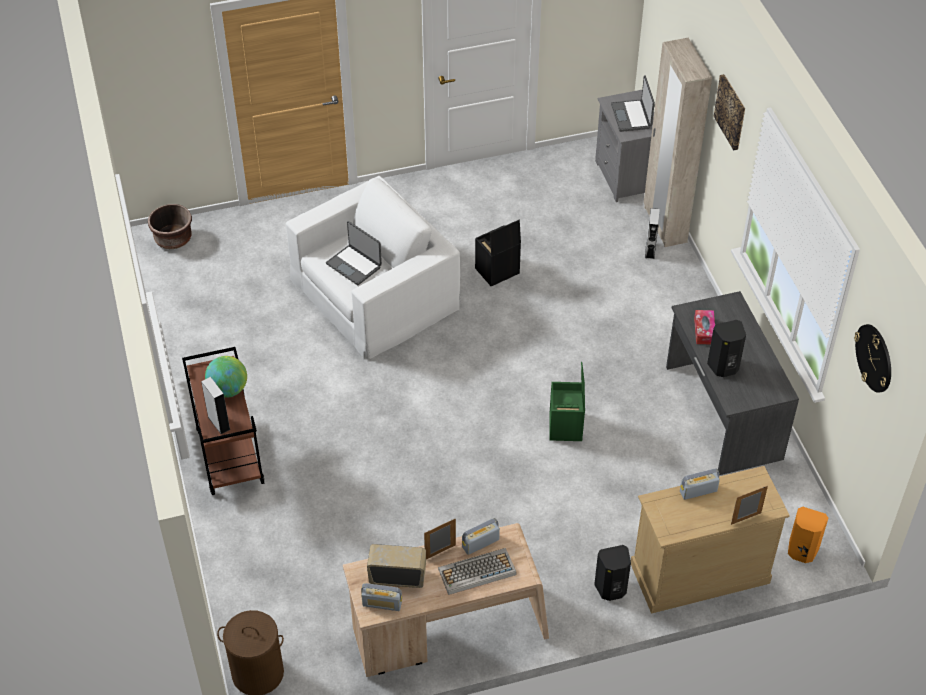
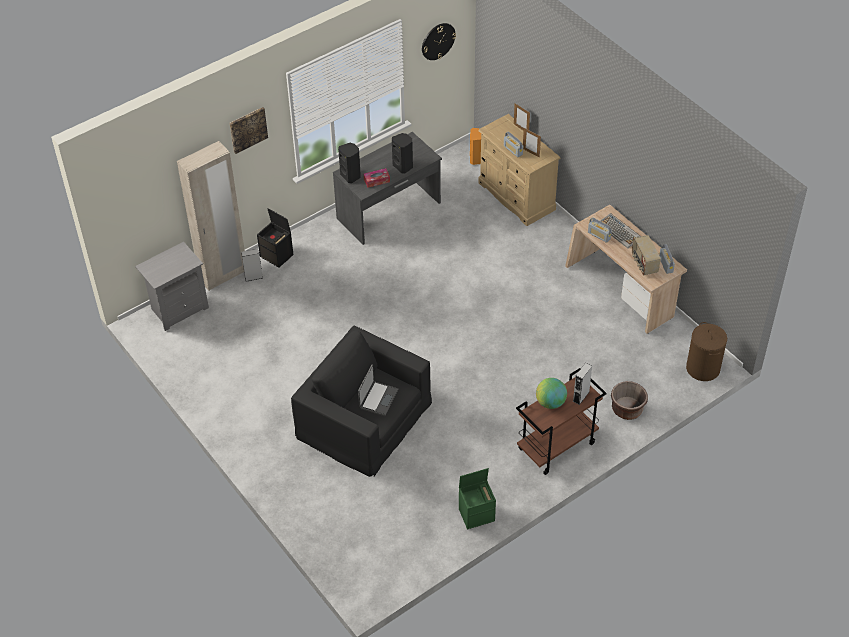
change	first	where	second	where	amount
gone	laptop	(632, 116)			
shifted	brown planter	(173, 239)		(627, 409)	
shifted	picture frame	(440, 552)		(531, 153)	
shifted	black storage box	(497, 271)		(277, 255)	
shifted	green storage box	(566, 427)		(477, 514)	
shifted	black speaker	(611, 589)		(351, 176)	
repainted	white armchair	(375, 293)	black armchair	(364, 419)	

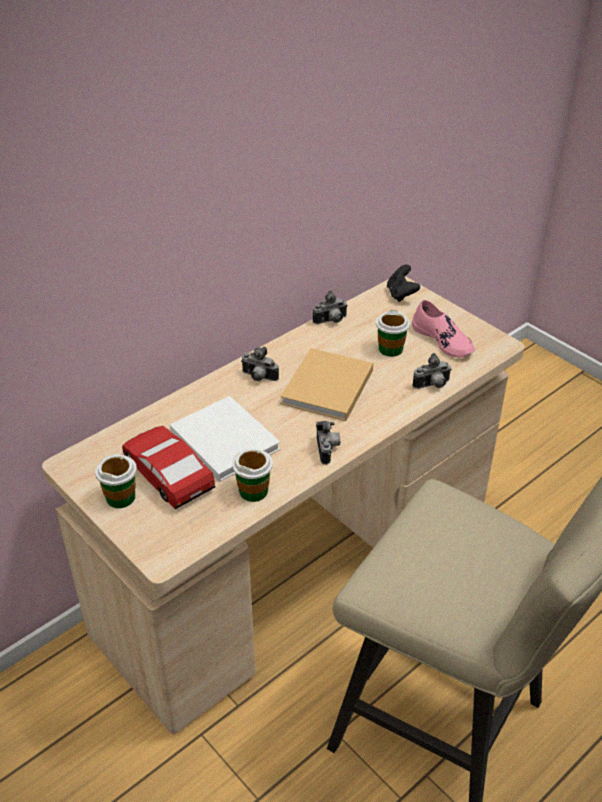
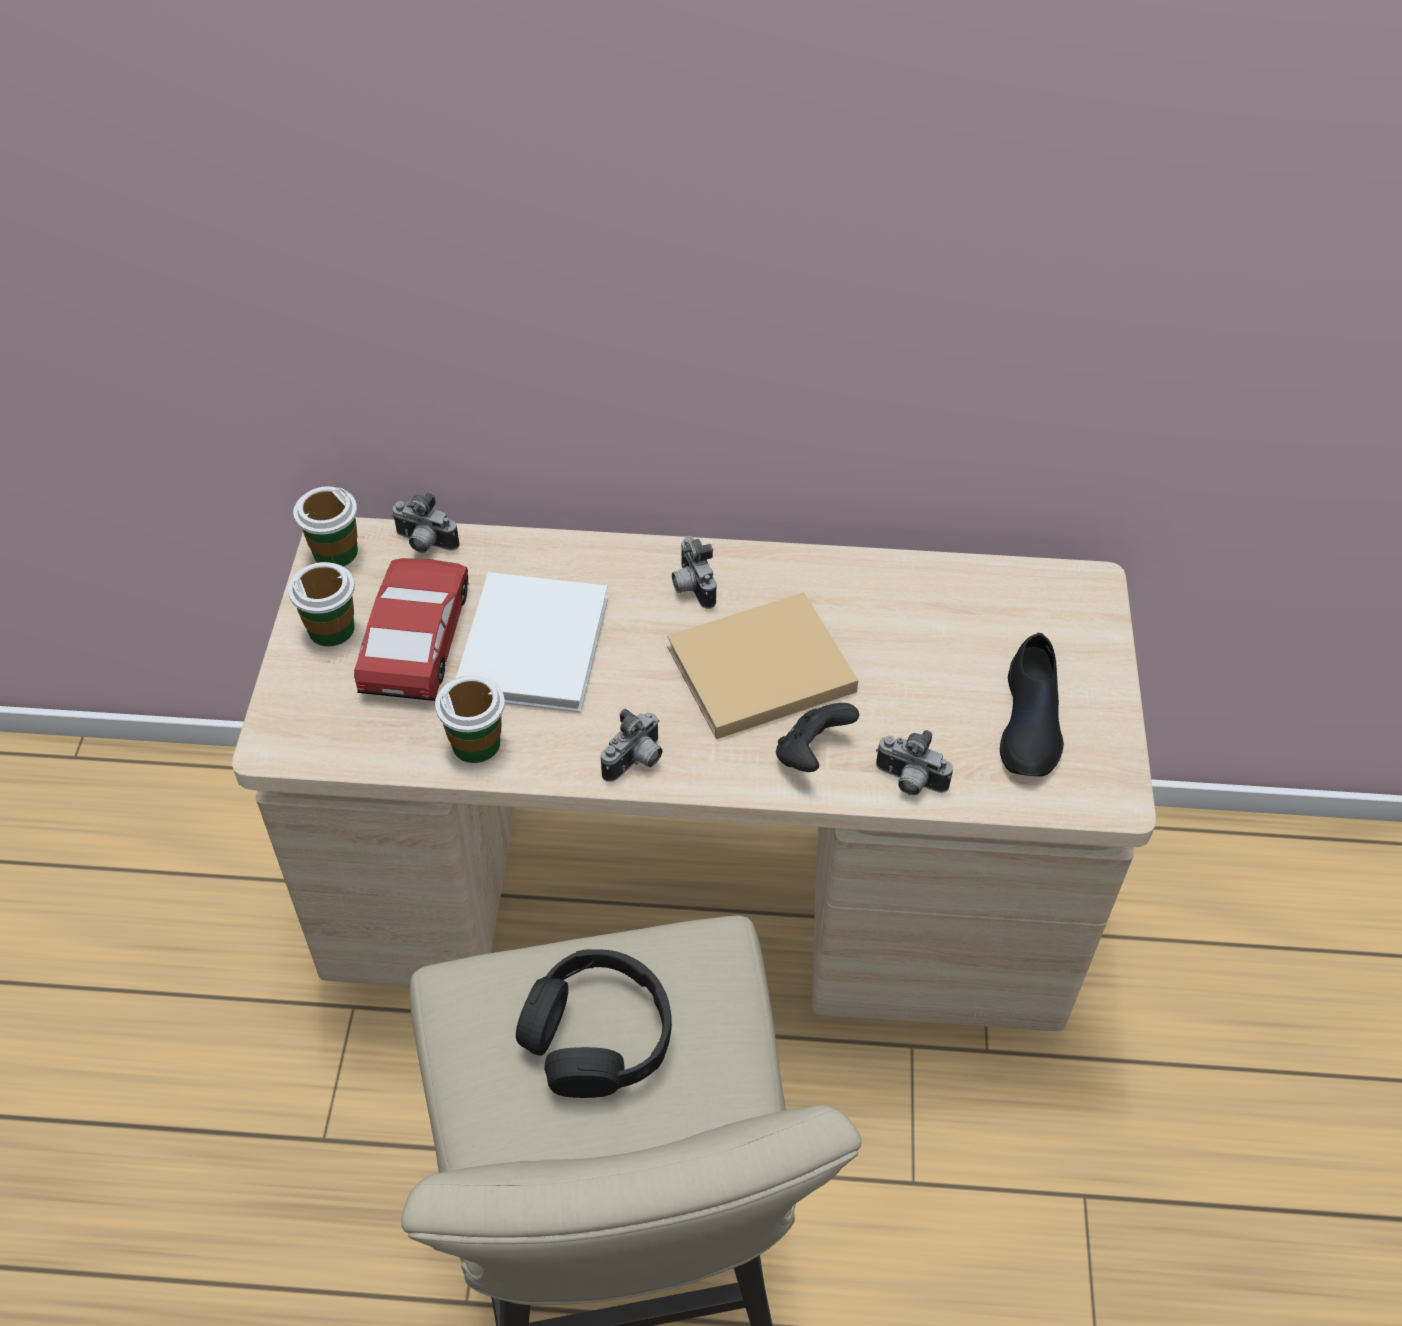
change	first	where	second	where	amount
new			black headphones	(597, 1035)	
shifted	photo camera	(331, 321)		(424, 544)	
shifted	cup	(390, 349)		(335, 552)	
shifted	black game controller	(401, 294)		(811, 753)	
repainted	pink shoe	(443, 340)	black shoe	(1030, 723)	

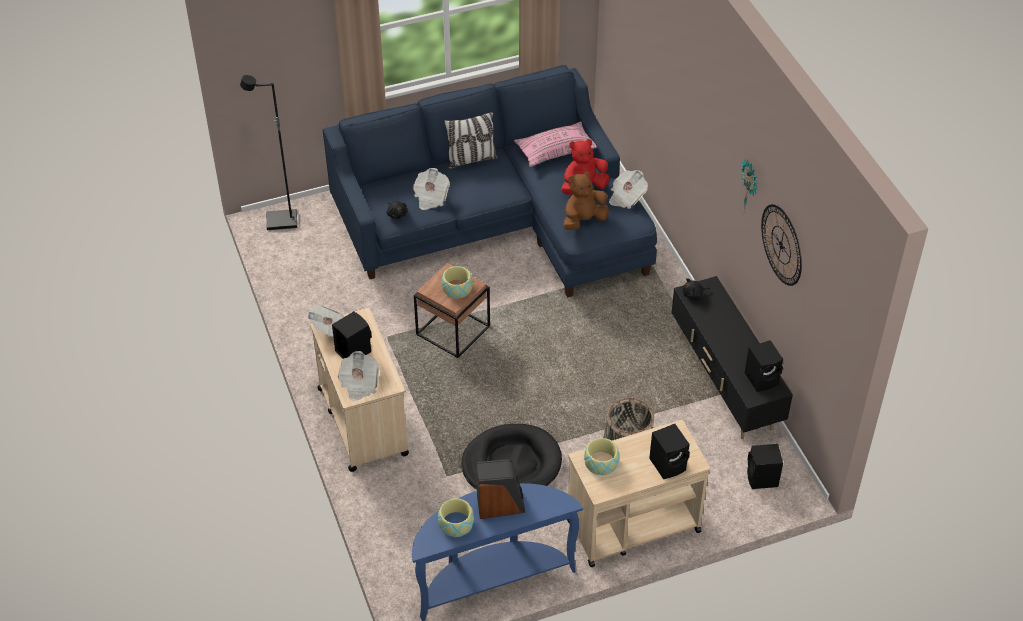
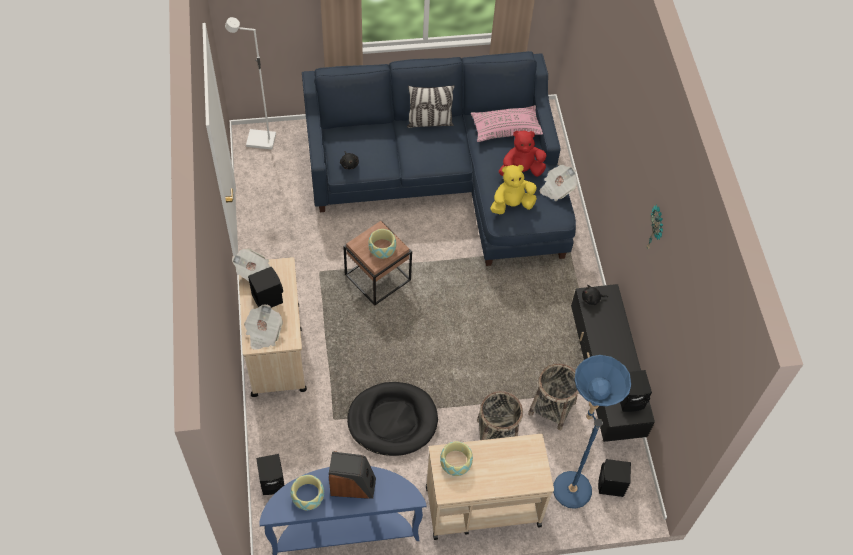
change	first	where	second	where	amount
gone	newspaper	(430, 197)			
gone	wall clock	(781, 245)			
new			basket	(552, 407)	
new			blue floor lamp	(567, 482)	
shifted	black speaker	(669, 464)		(273, 481)	
repainted	black floor lamp	(281, 222)	white floor lamp	(260, 141)	
repainted	brown plush toy	(583, 220)	yellow plush toy	(511, 204)	

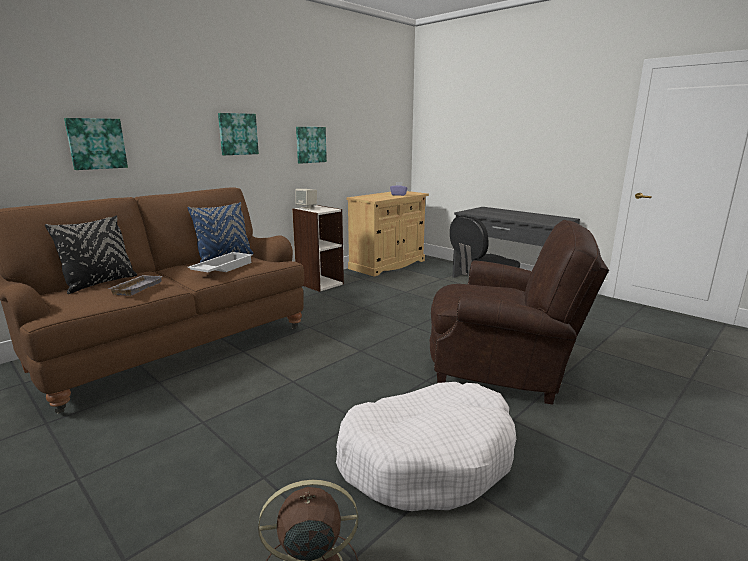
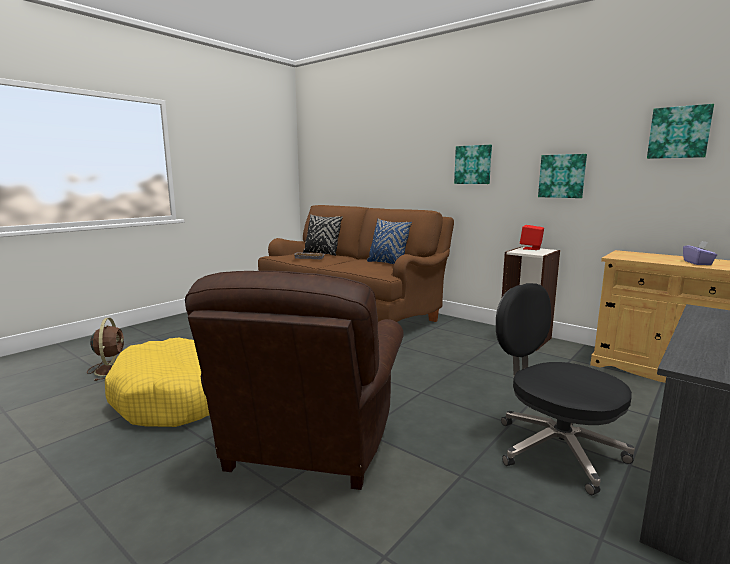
change	first	where	second	where	amount
gone	white tray	(222, 268)			
shifted	picture	(96, 143)		(679, 132)	
repainted	beige speaker	(307, 208)	red speaker	(531, 248)	
repainted	white dog bed	(427, 458)	yellow dog bed	(175, 398)	

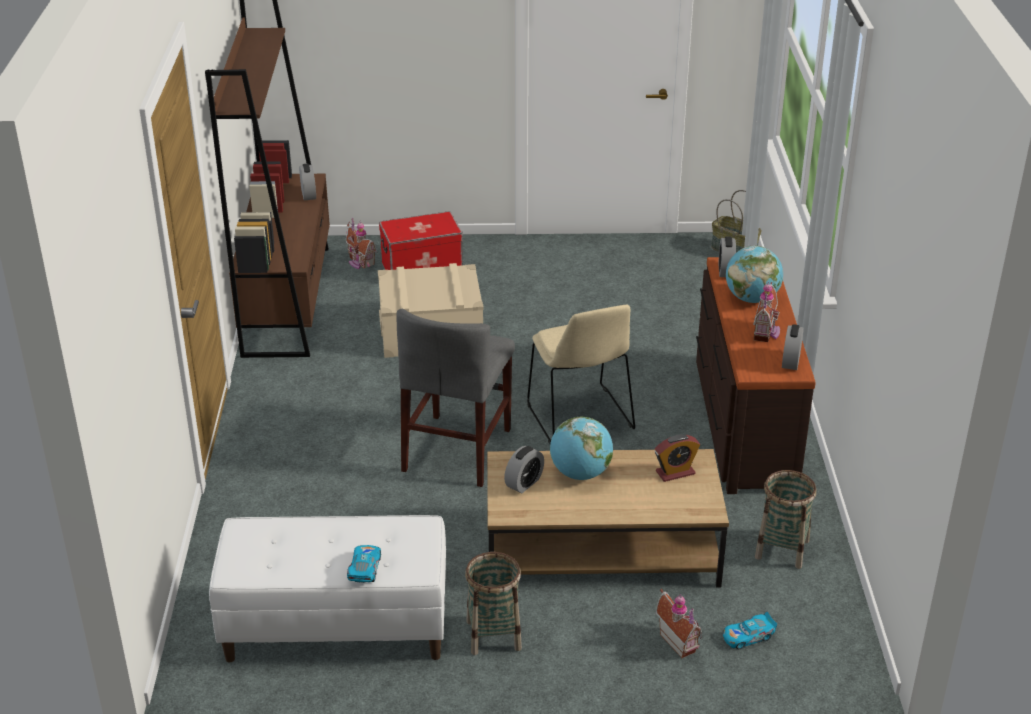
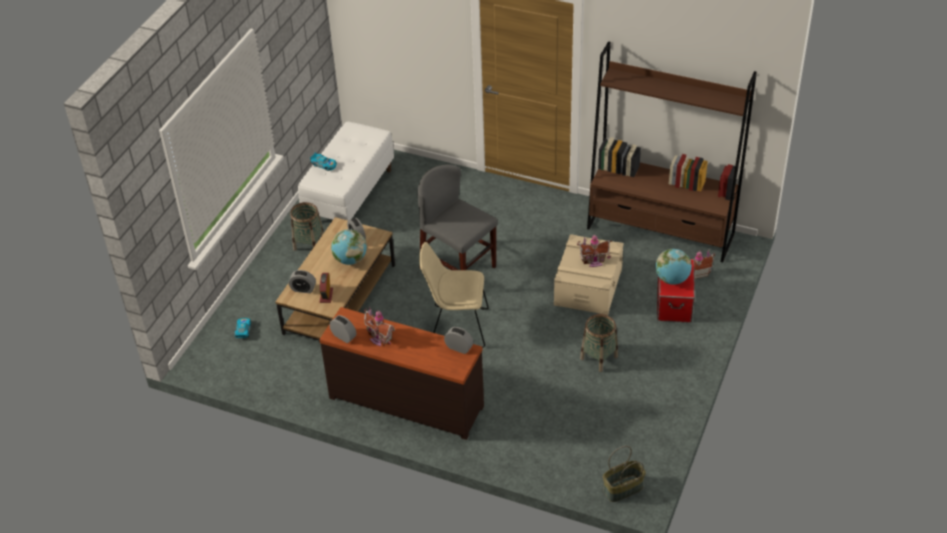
change	first	where	second	where	amount
shifted	alarm clock	(308, 194)		(303, 289)	
shifted	toy house	(680, 641)		(594, 261)	
shifted	globe	(751, 299)		(672, 279)	
shifted	basket	(782, 549)		(599, 358)	

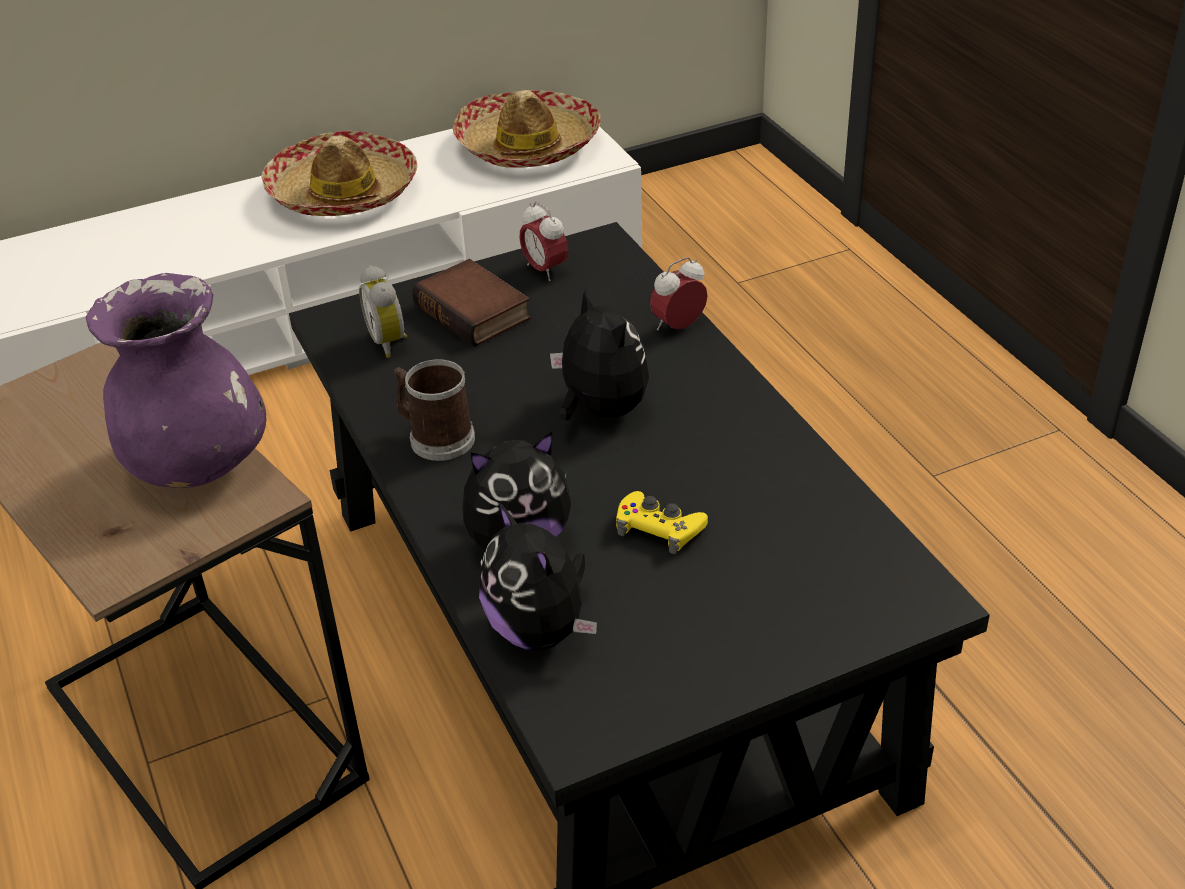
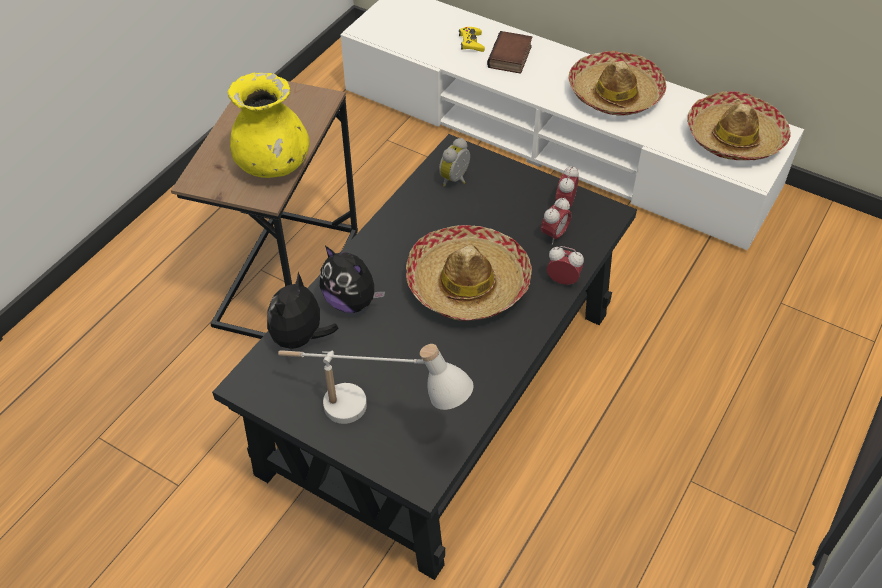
change	first	where	second	where	amount
gone	mug	(435, 437)			
new			white table lamp	(374, 417)	
new			alarm clock	(554, 235)	
shifted	book	(476, 312)		(511, 57)	
shifted	yellow game controller	(659, 528)		(471, 43)	
swapped	plush toy	(600, 410)	hat	(468, 283)	
repainted	purple vase	(197, 464)	yellow vase	(274, 166)	

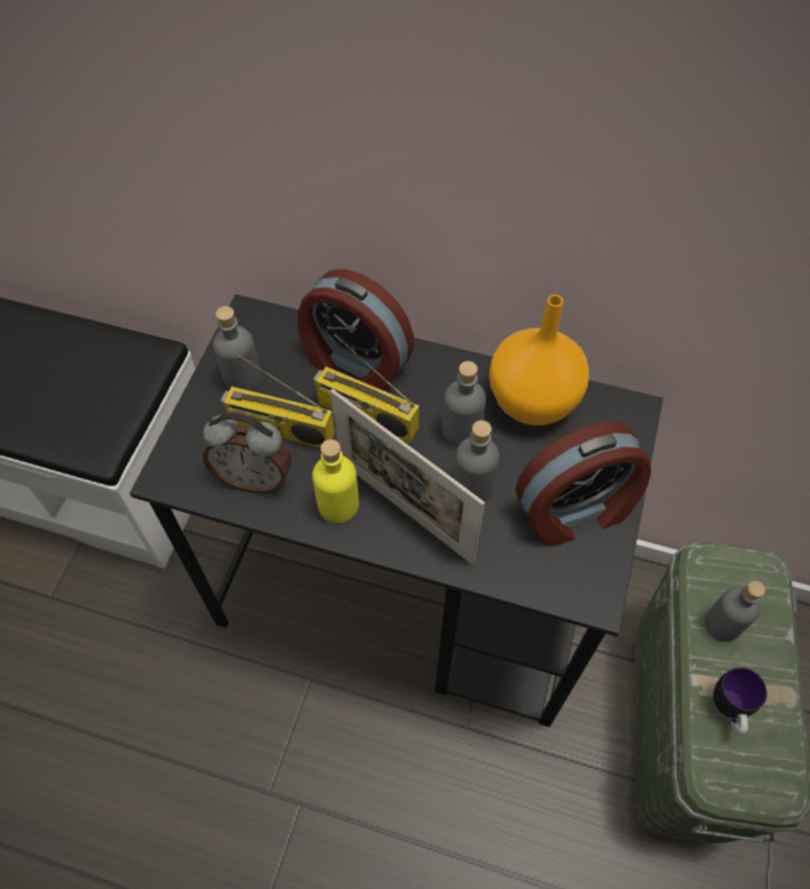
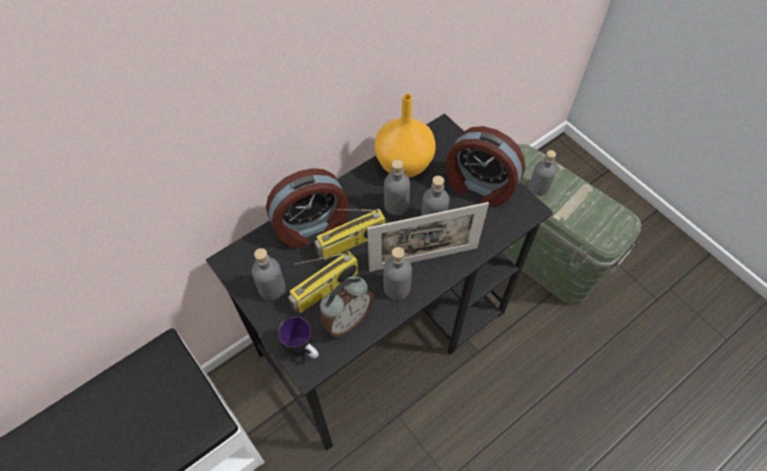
change	first	where	second	where	amount
shifted	mug	(728, 711)		(303, 350)	
repainted	yellow bottle	(338, 504)	grey bottle	(397, 288)	
rotated	alarm clock	(576, 510)		(479, 186)	105 degrees clockwise

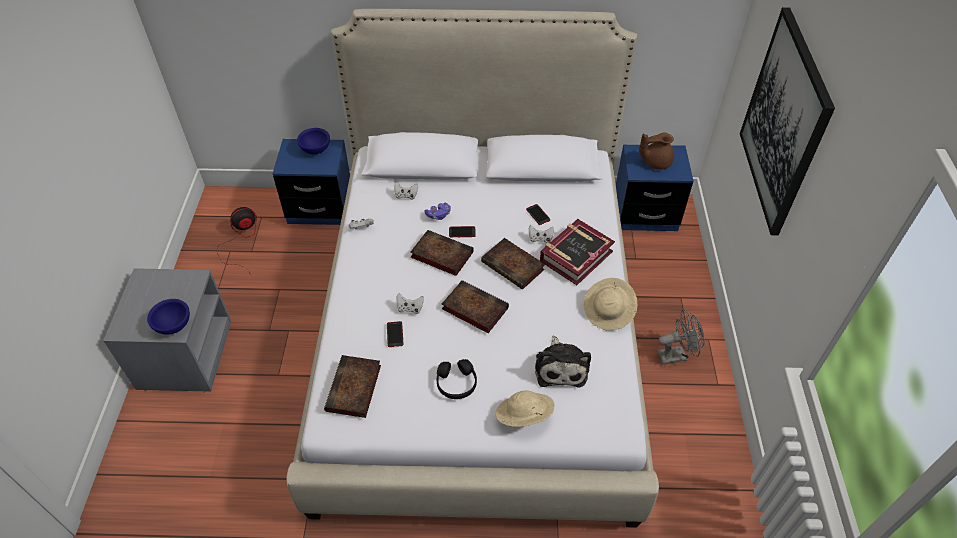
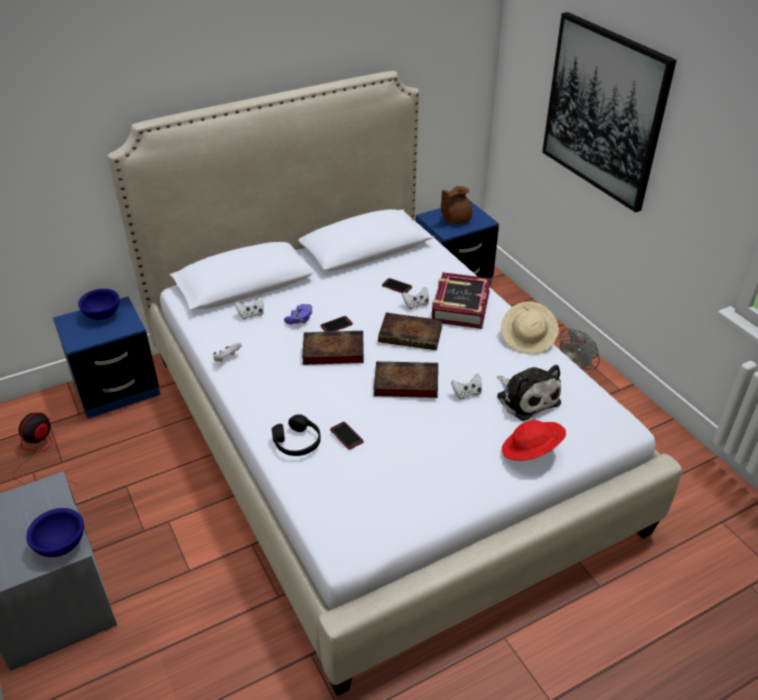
change	first	where	second	where	amount
gone	book	(354, 390)			
shifted	white game controller	(410, 308)		(467, 393)	
shifted	black headphones	(456, 383)		(297, 442)	
repainted	beige hat	(523, 416)	red hat	(531, 452)	

